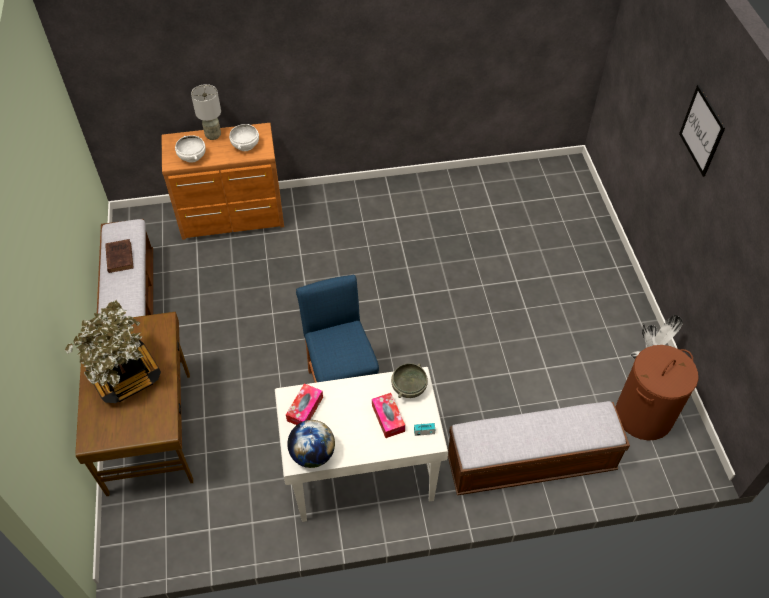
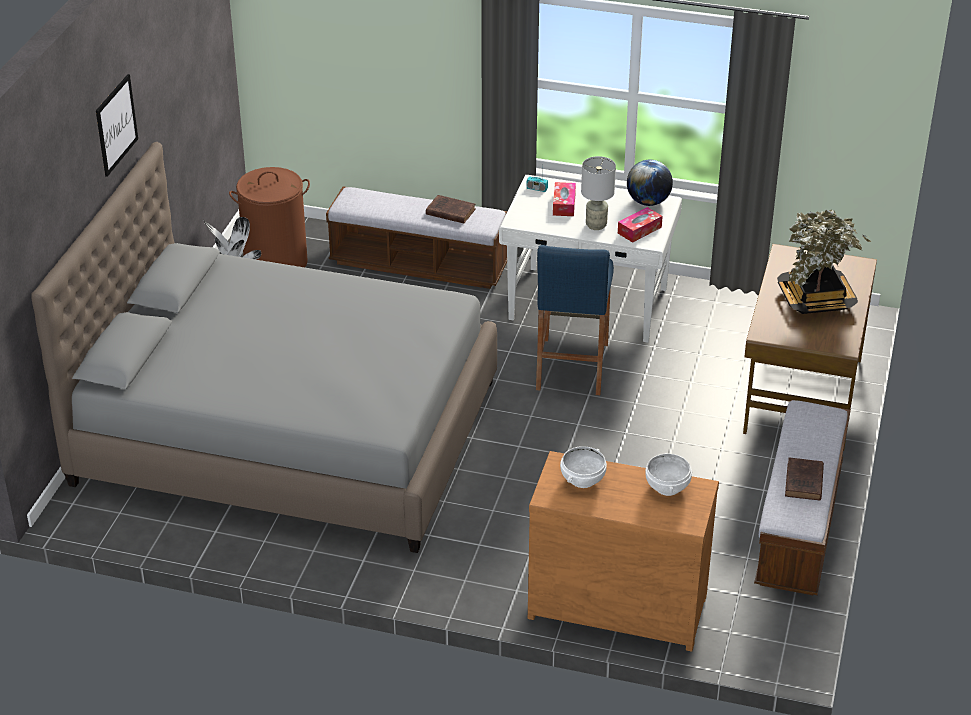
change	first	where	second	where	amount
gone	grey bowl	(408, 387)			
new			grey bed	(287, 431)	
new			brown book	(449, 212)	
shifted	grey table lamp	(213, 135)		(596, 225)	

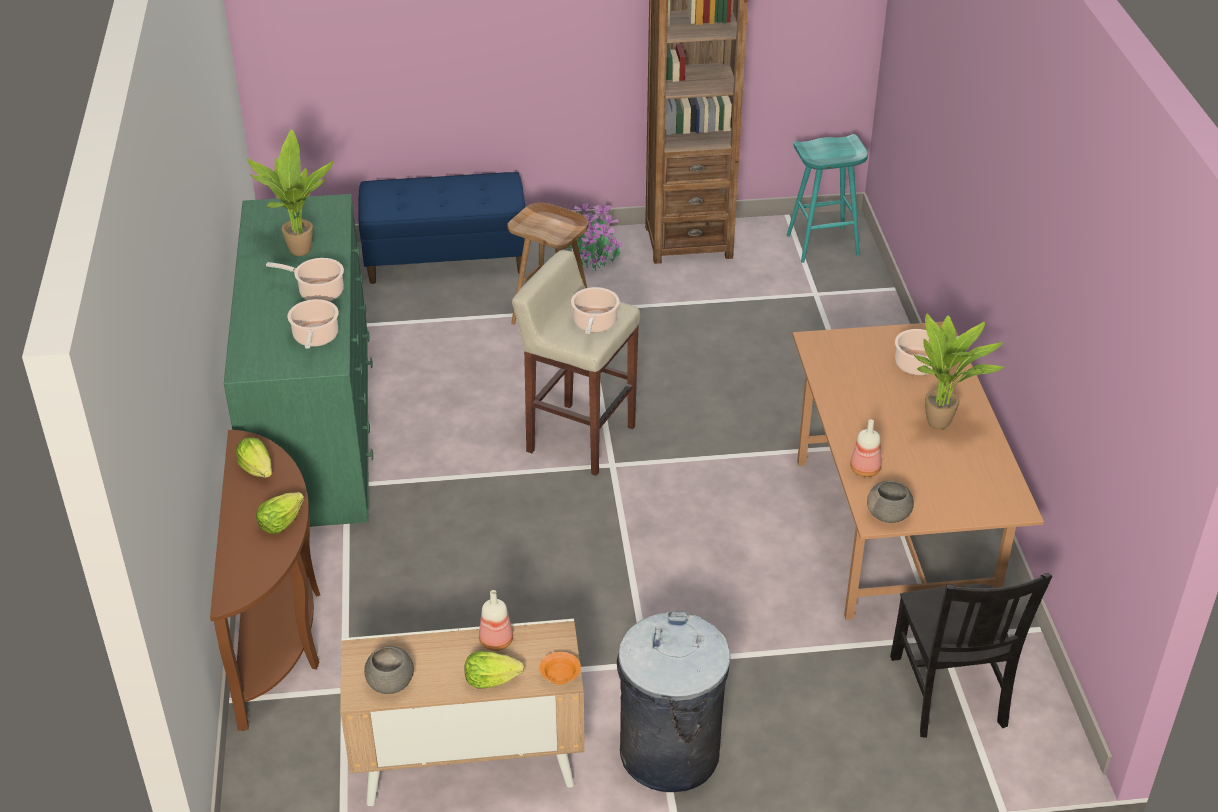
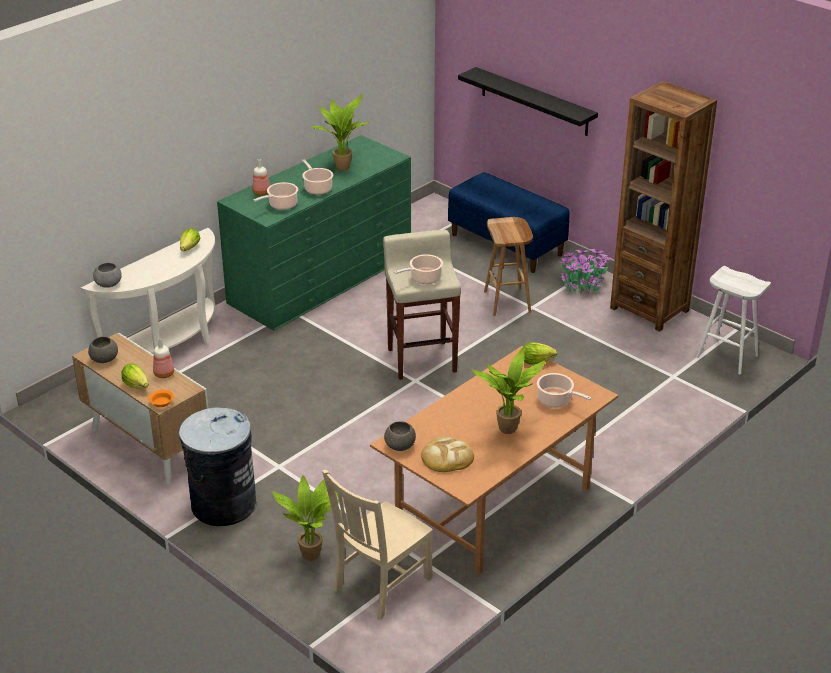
change	first	where	second	where	amount
new			grey bowl	(109, 284)	
new			potted plant	(312, 554)	
new			bread	(447, 457)	
new			black shelf	(534, 102)	
shifted	lettuce	(280, 523)		(536, 361)	
shifted	bottle	(865, 469)		(262, 192)	
repainted	brown console table	(279, 633)	white console table	(170, 347)	
repainted	turquoise stool	(822, 245)	white stool	(726, 356)	
repainted	black chair	(948, 694)	beige chair	(380, 585)	

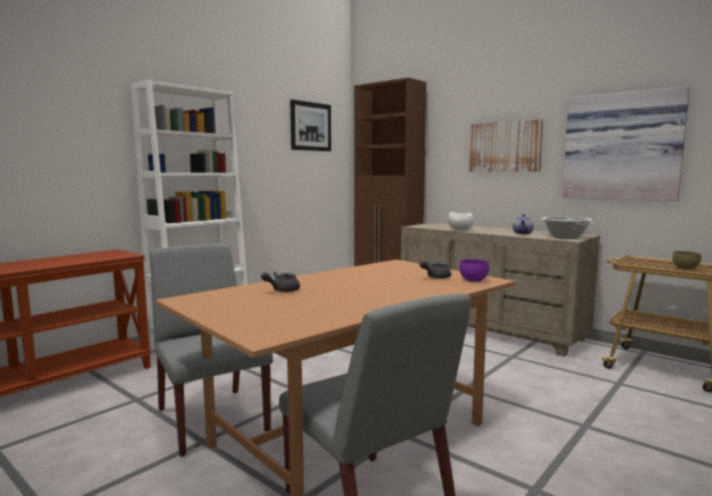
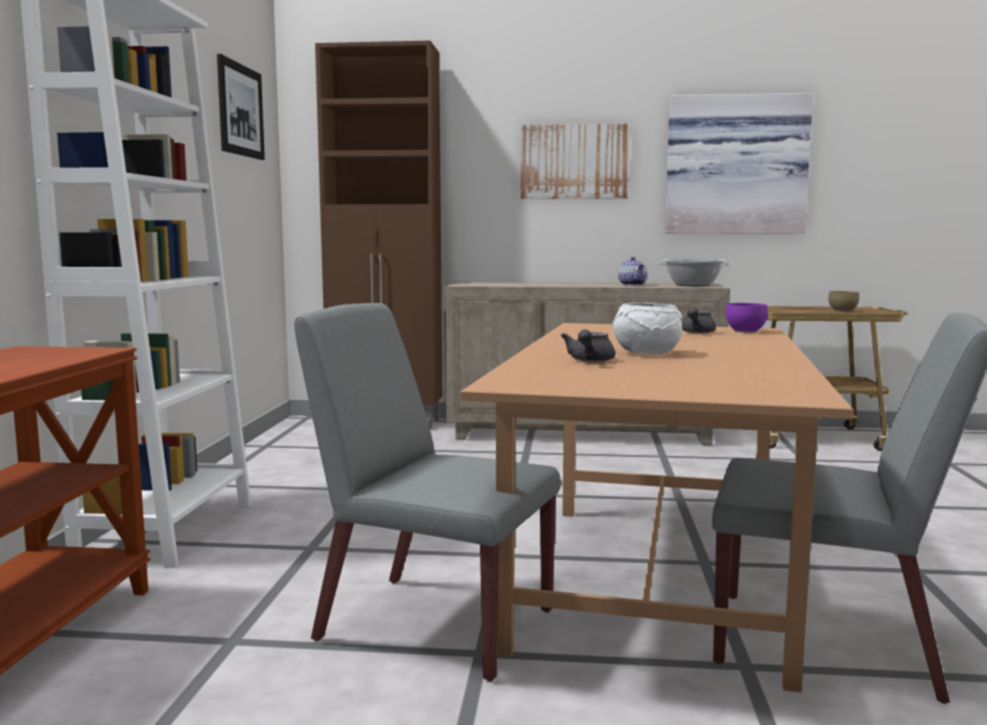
change	first	where	second	where	amount
shifted	white bowl	(460, 230)		(646, 353)	

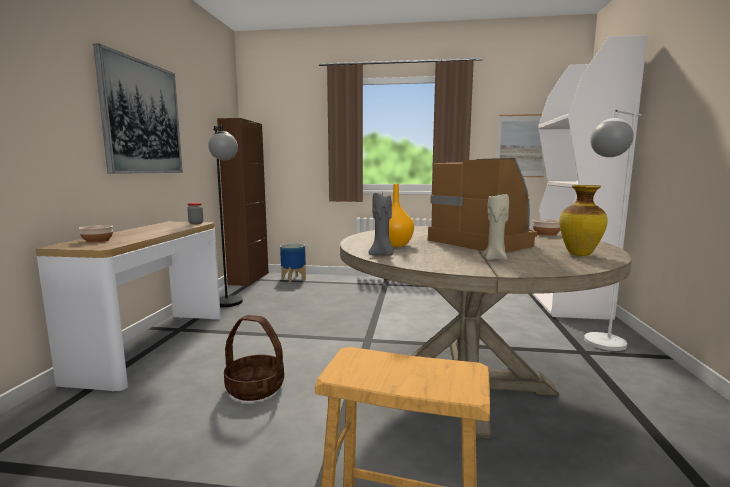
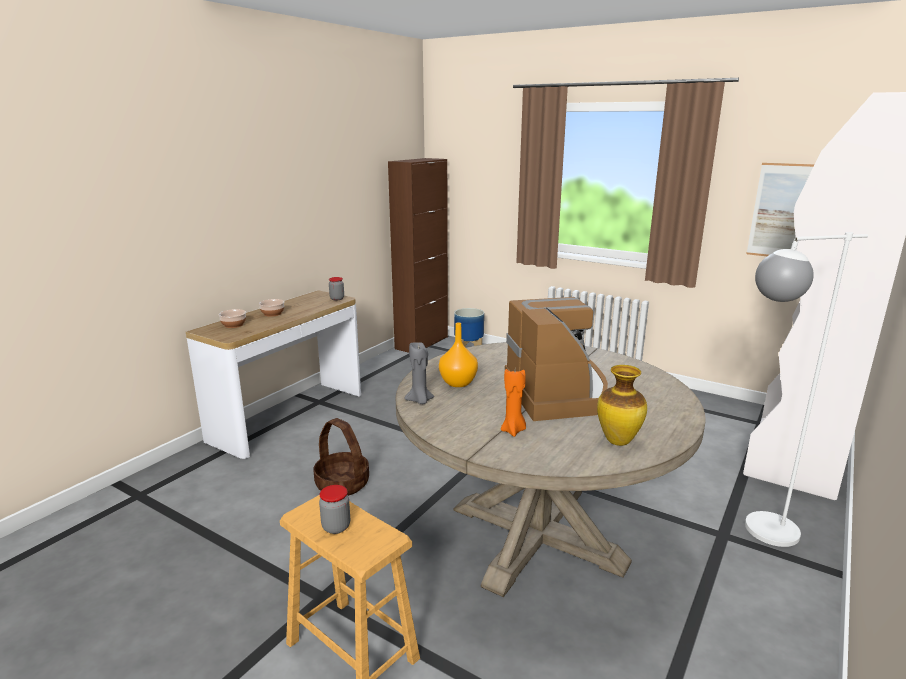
change	first	where	second	where	amount
gone	picture	(142, 118)			
gone	black floor lamp	(230, 305)			
new			jar	(336, 527)	
shifted	bowl	(546, 234)		(273, 313)	
repainted	beige candle	(495, 259)	orange candle	(513, 430)	

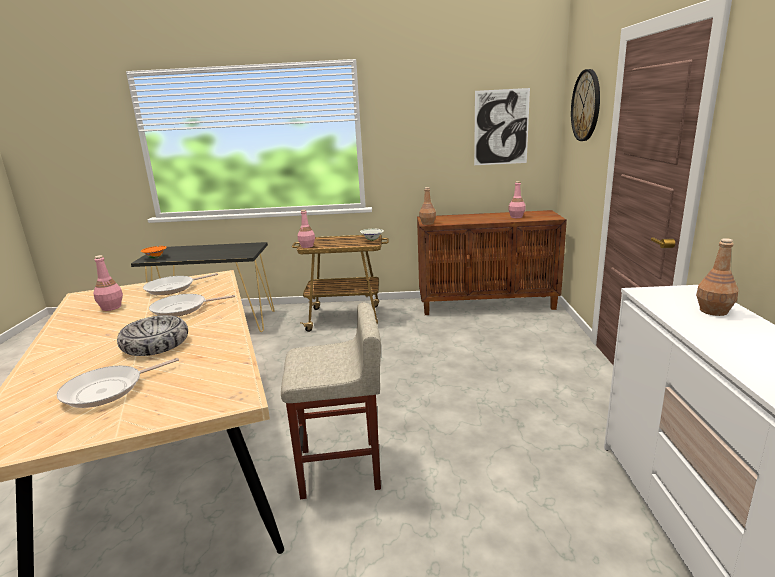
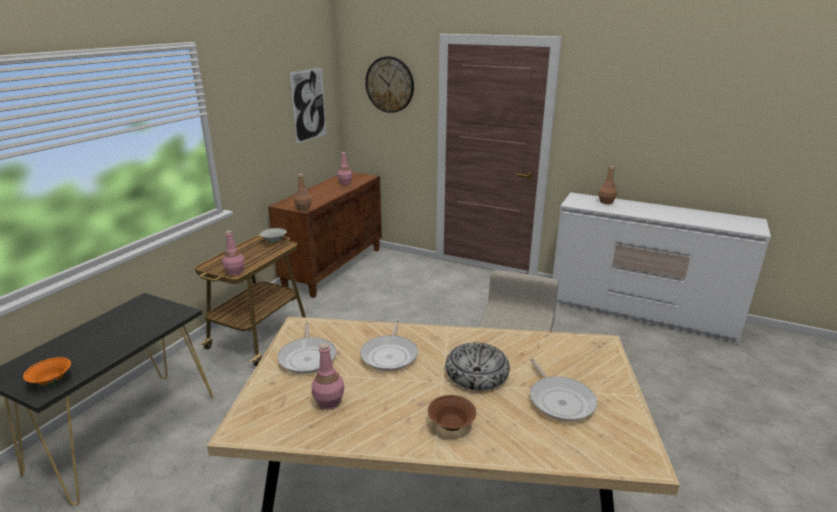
change	first	where	second	where	amount
new			brown bowl	(451, 425)	

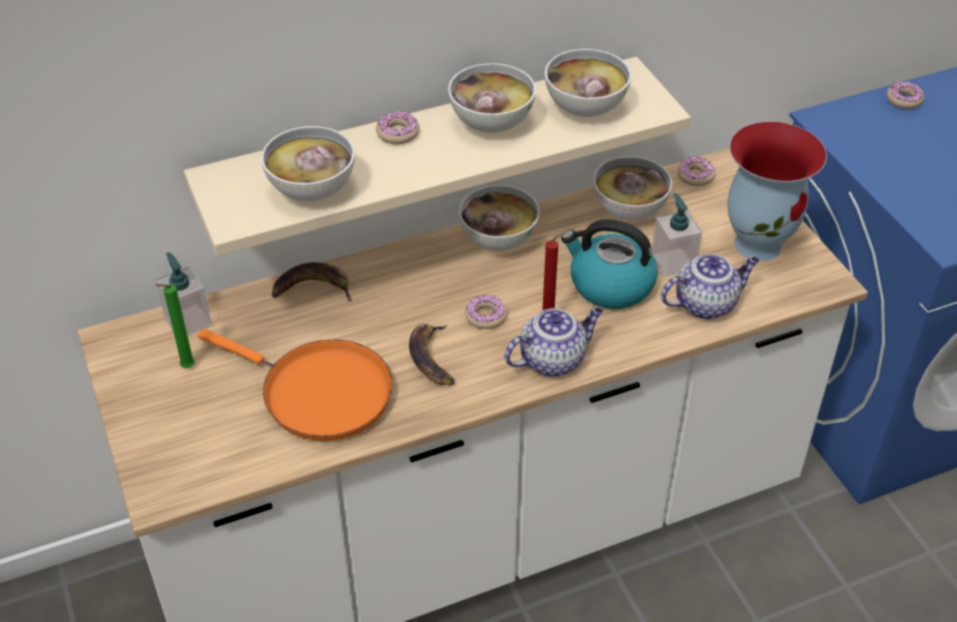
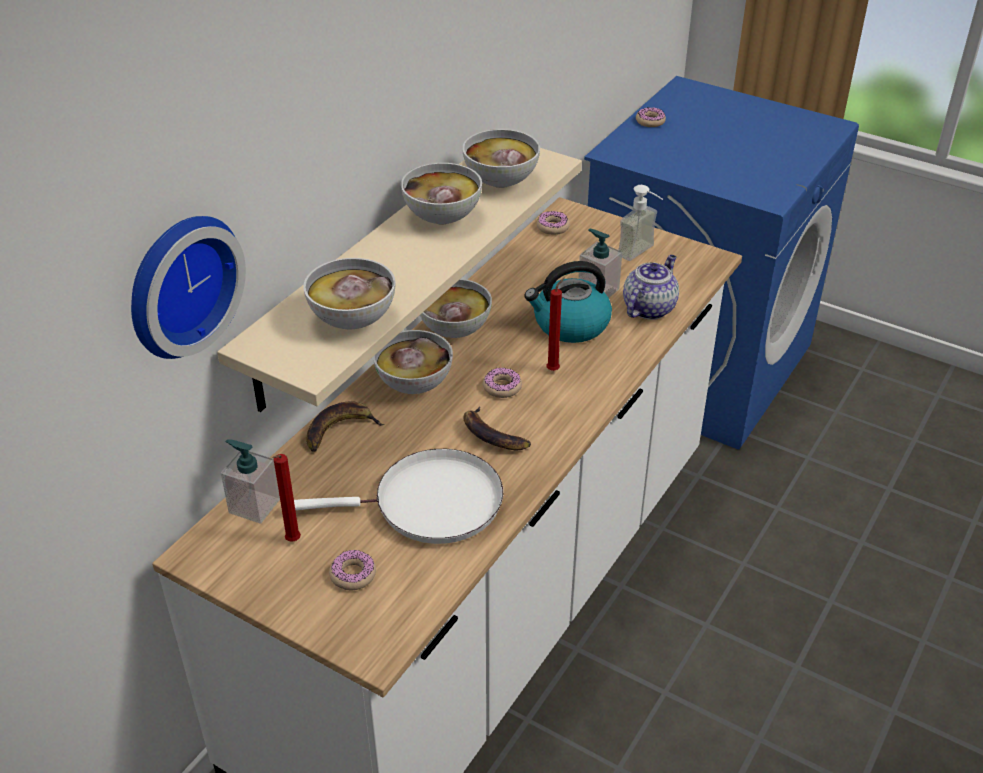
change	first	where	second	where	amount
gone	teapot	(553, 359)			
new			wall clock	(178, 283)	
shifted	donut	(398, 133)		(353, 575)	
shifted	bowl	(629, 211)		(415, 384)	
swapped	vase	(759, 243)	soap dispenser	(642, 254)	
repainted	green candle	(185, 368)	red candle	(292, 542)	
repainted	orange frying pan	(319, 393)	white frying pan	(429, 504)	

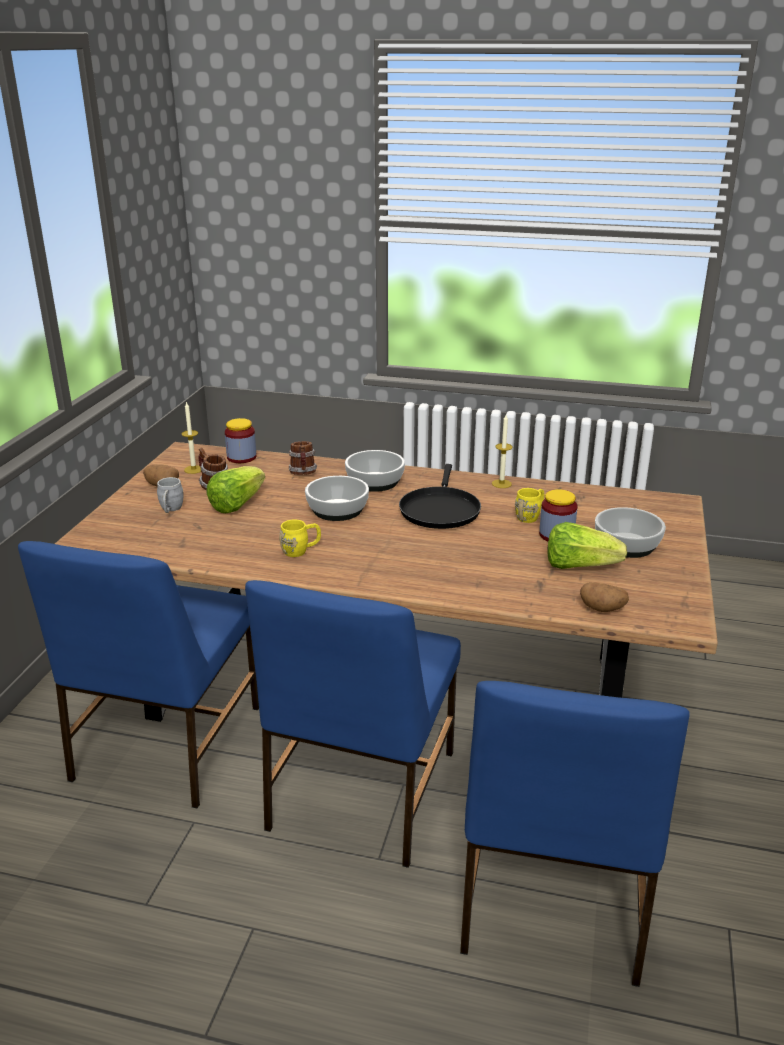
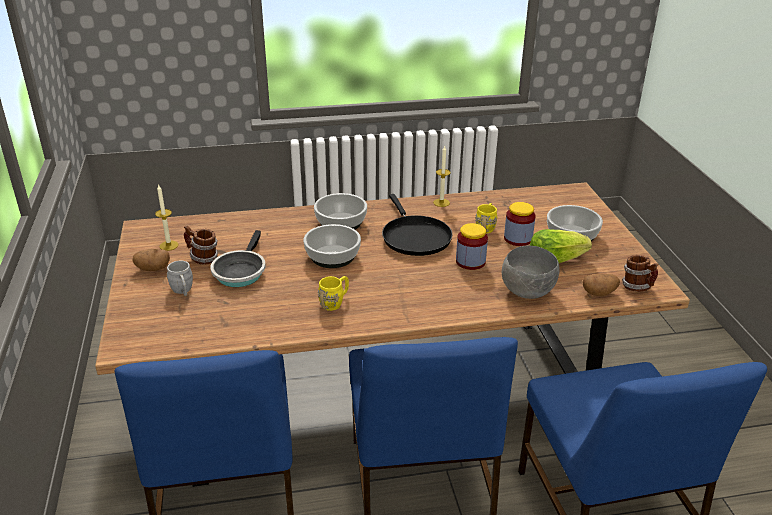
change	first	where	second	where	amount
new			grey bowl	(528, 292)	
shifted	jar	(241, 457)		(470, 262)	
shifted	mug	(303, 473)		(637, 288)	
swapped	lettuce	(236, 504)	frying pan	(240, 271)	

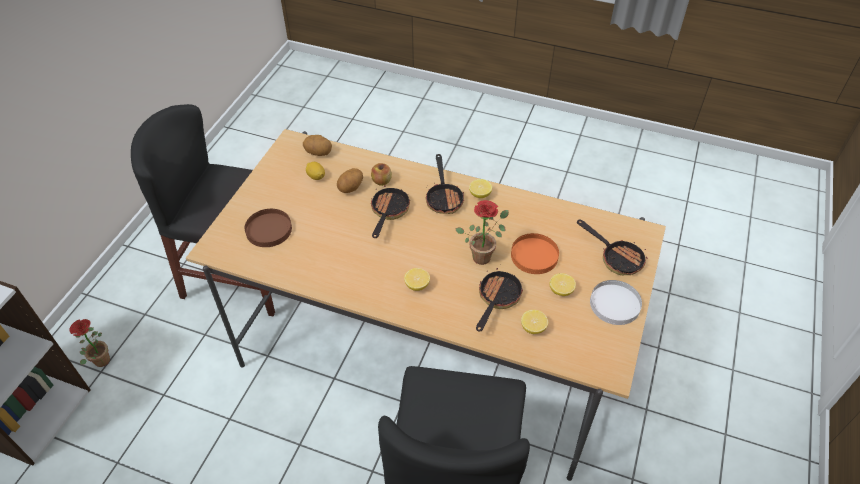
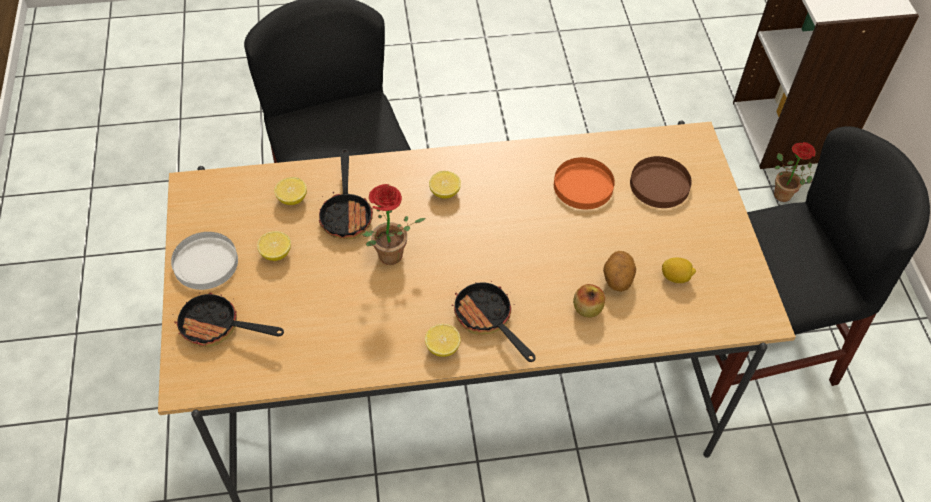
change	first	where	second	where	amount
gone	potato	(318, 153)			
gone	frying pan	(388, 212)			
shifted	orange plate	(534, 255)		(583, 186)	

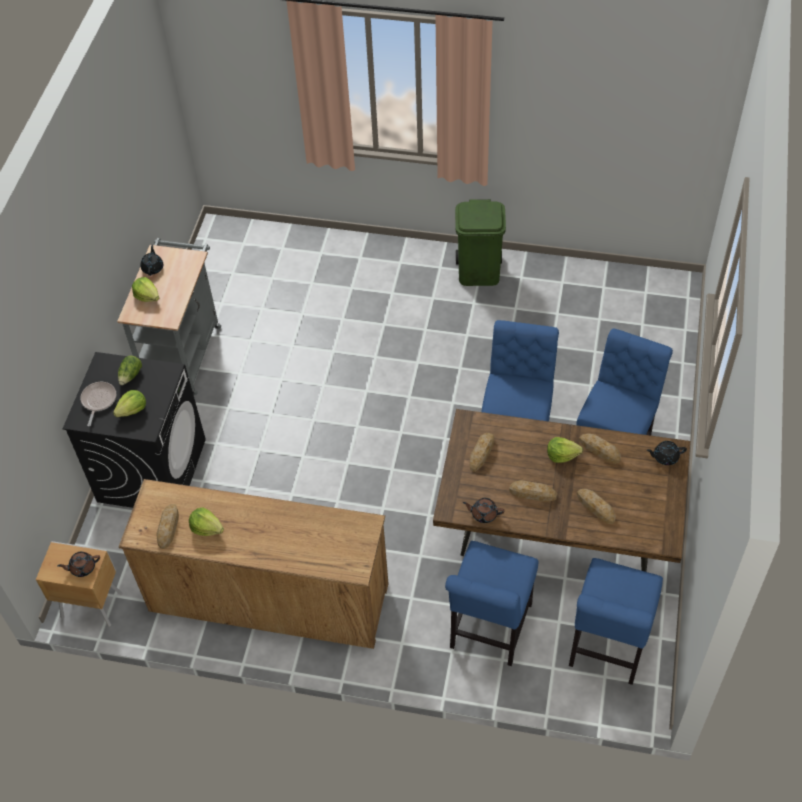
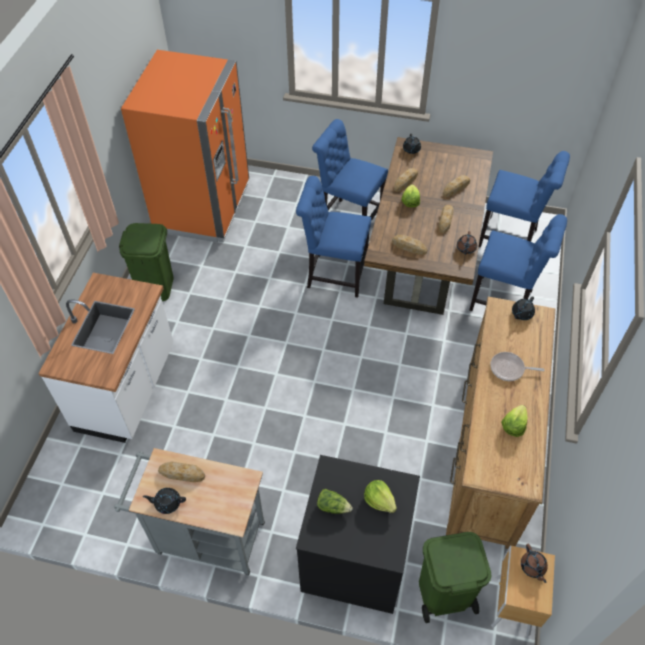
change	first	where	second	where	amount
gone	lettuce	(147, 296)			
new			white counter	(128, 389)	
new			orange fridge	(203, 207)	
new			green trash can	(443, 594)	
new			black teapot	(521, 313)	
shifted	frying pan	(98, 401)		(509, 369)	
shifted	bread	(168, 527)		(182, 473)	

